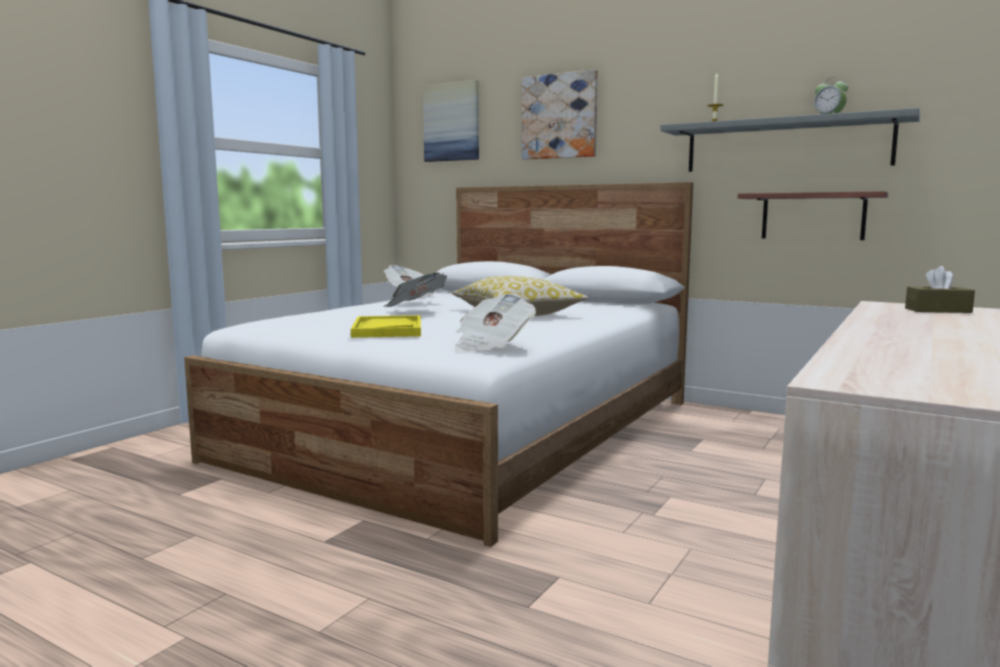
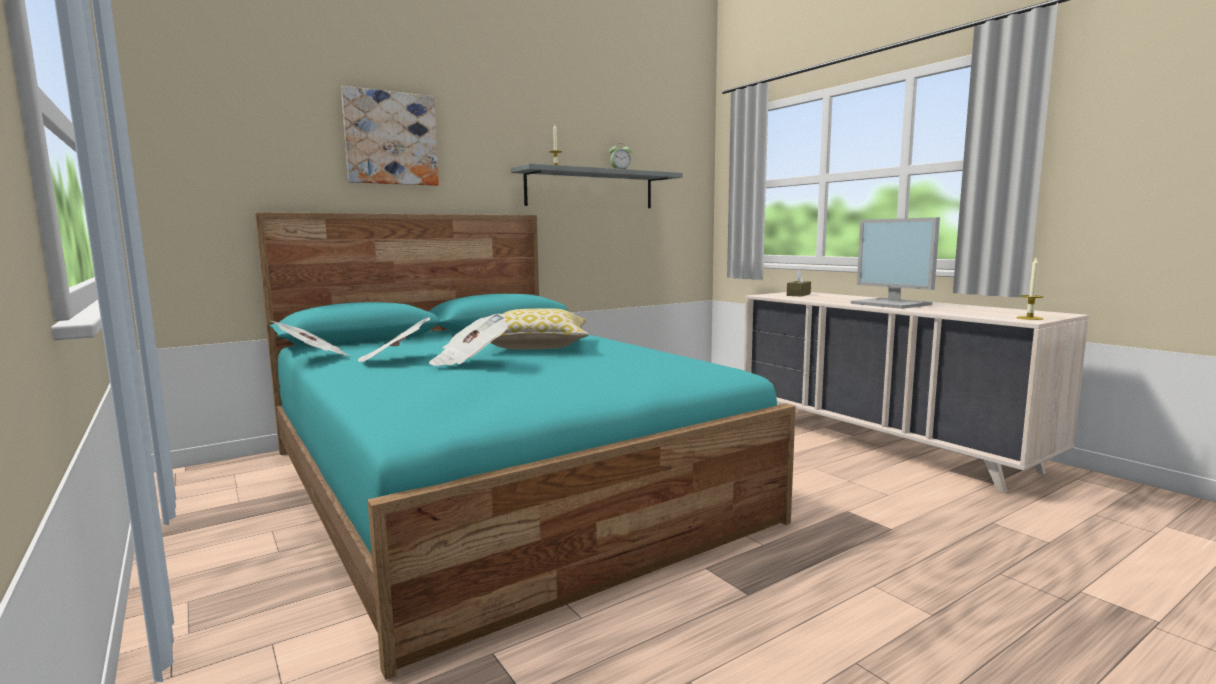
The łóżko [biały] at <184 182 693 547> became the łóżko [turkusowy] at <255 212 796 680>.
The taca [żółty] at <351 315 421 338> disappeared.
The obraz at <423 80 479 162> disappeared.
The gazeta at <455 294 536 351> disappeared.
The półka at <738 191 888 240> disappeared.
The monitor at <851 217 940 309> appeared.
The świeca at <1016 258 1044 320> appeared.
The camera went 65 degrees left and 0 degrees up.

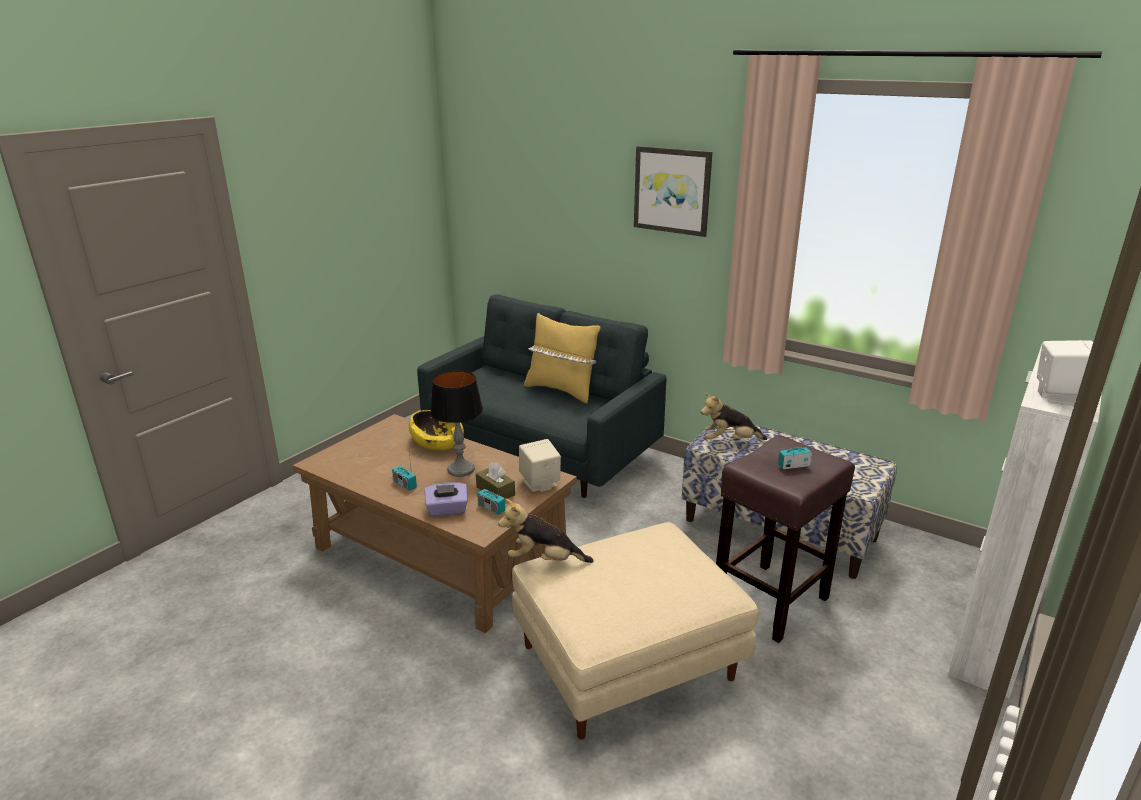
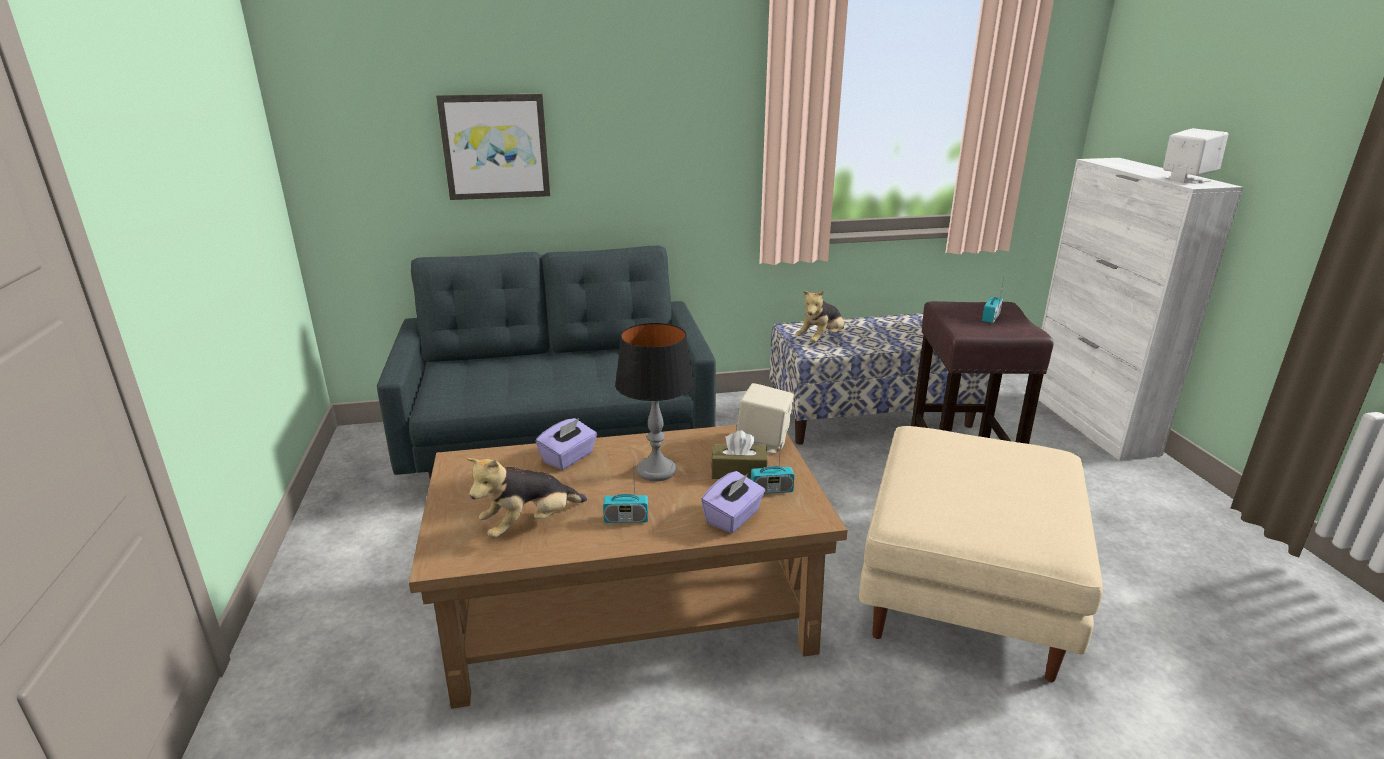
The miska [żółty] at <409 410 464 450> was replaced by the pudełko chusteczek [fioletowy] at <536 418 597 470>.
The pluszak moved from <498 499 594 563> to <466 458 587 538>.
The poduszka [żółty] at <524 313 600 404> disappeared.
The obraz moved from <634 146 712 237> to <436 94 550 200>.
The camera went 45 degrees left and 0 degrees up.

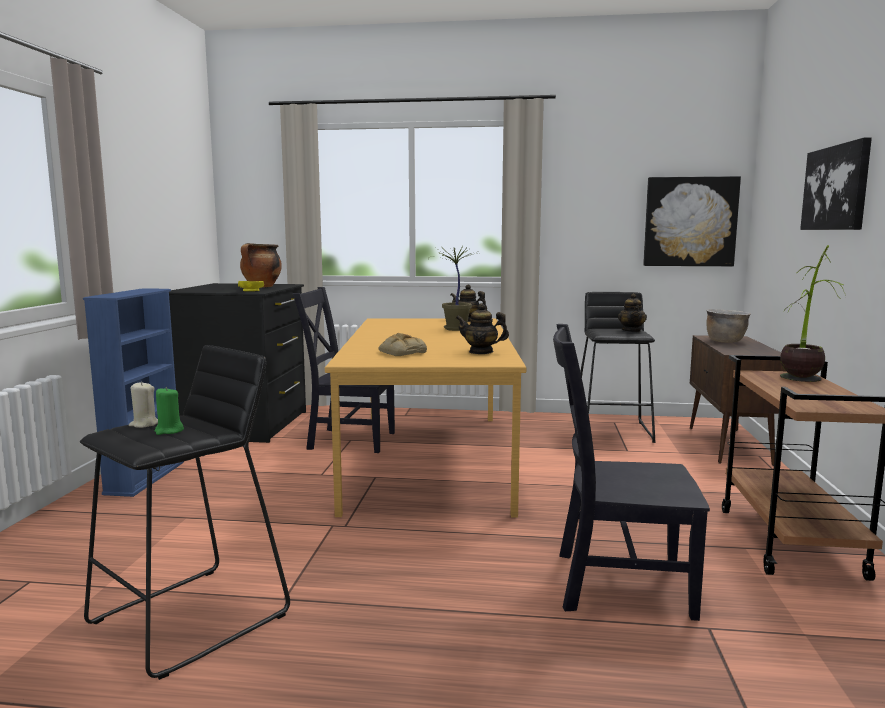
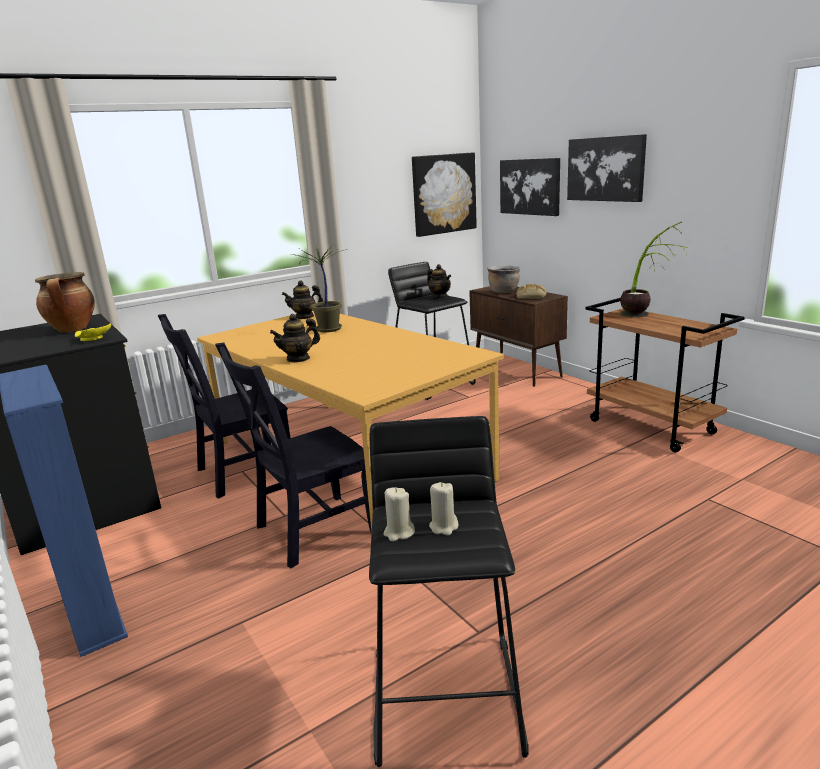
The świeca [zielony] at <154 387 184 435> became the świeca [beżowy] at <429 482 459 535>.
The chleb moved from <379 333 427 356> to <517 284 546 299>.
The imbryk moved from <456 303 509 354> to <270 314 320 363>.
The krzesło [czarny] moved from <553 324 710 621> to <215 343 371 568>.
The obraz at <500 158 560 216> appeared.
The camera went 40 degrees left and 10 degrees up.

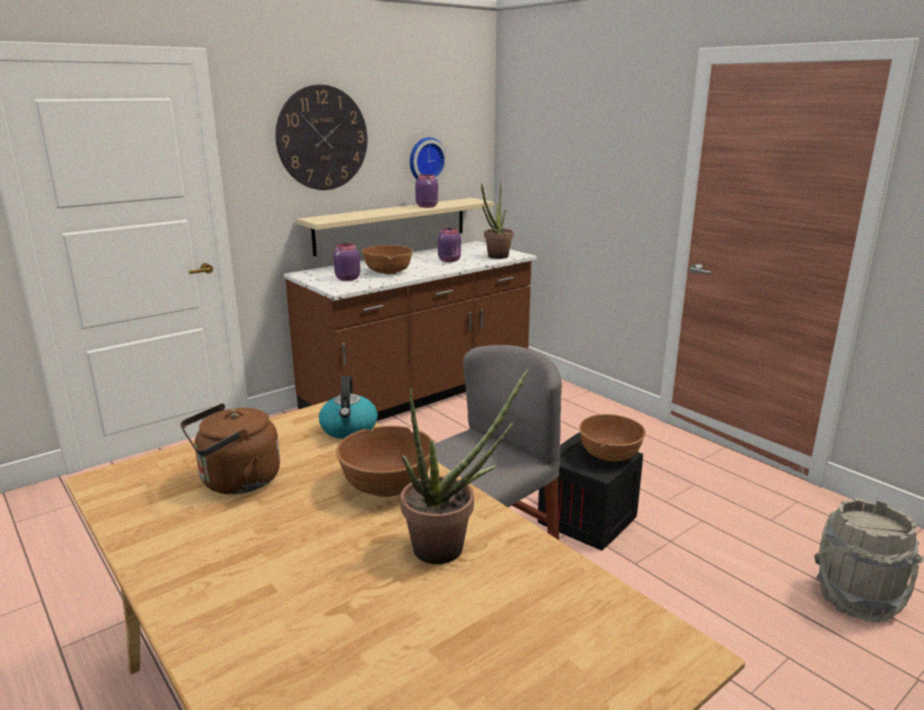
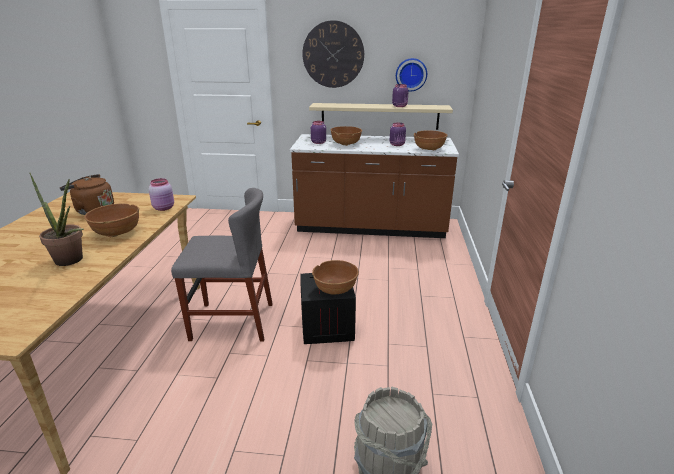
The czajnik at <319 376 378 439> was replaced by the słoik [różowy] at <149 178 174 211>.
The roślina doniczkowa at <481 180 513 259> was replaced by the miska [brązowy] at <414 130 448 150>.
The camera went 45 degrees right and 5 degrees up.

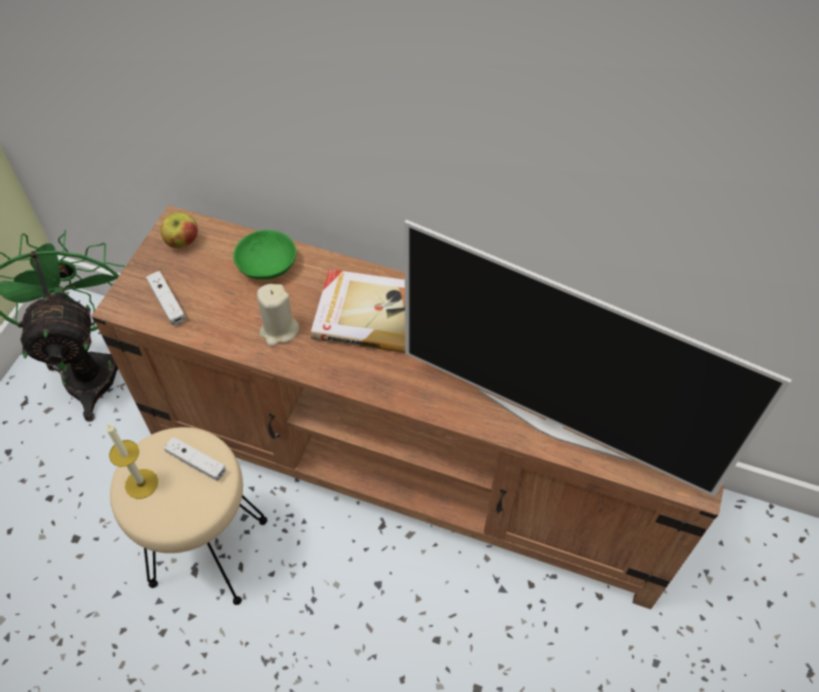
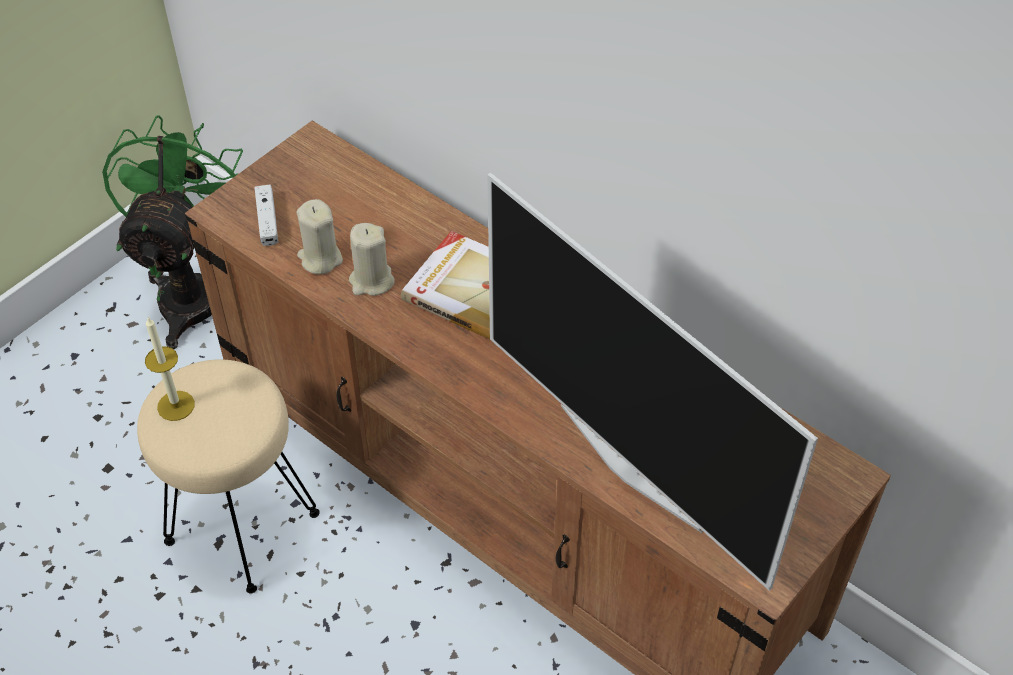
The jabłko at <161 213 198 248> disappeared.
The pad do gier [biały] at <164 437 226 481> disappeared.
The miska [zielony] at <233 230 296 279> disappeared.
The świeca [beżowy] at <297 199 343 275> appeared.
The camera went 20 degrees right and 5 degrees down.

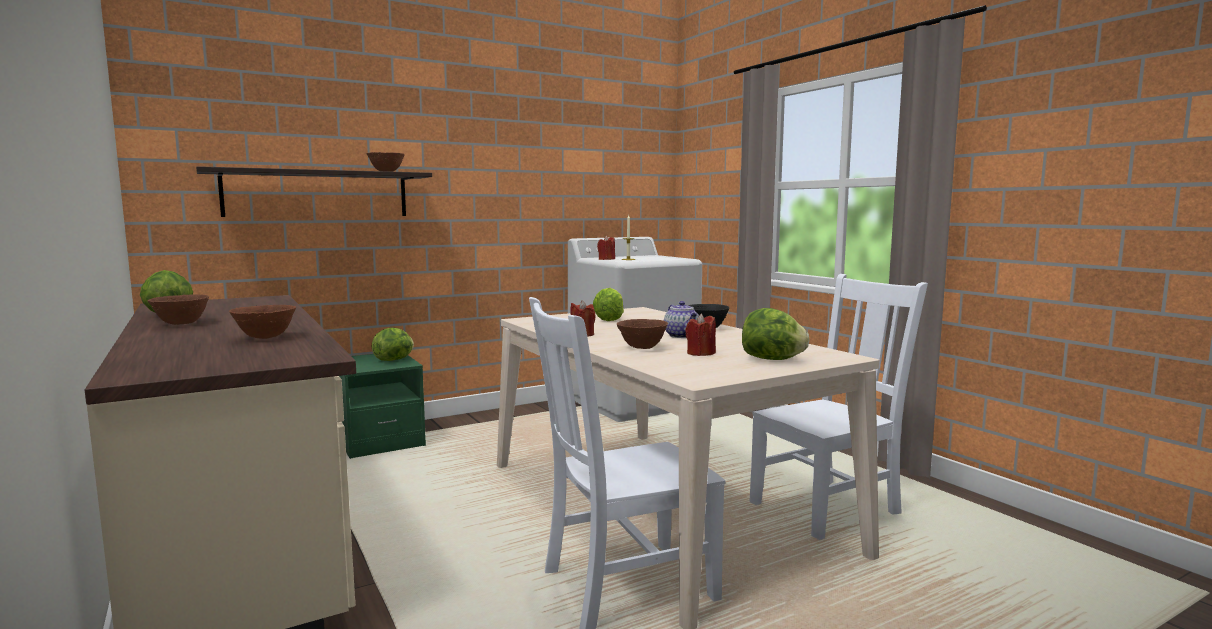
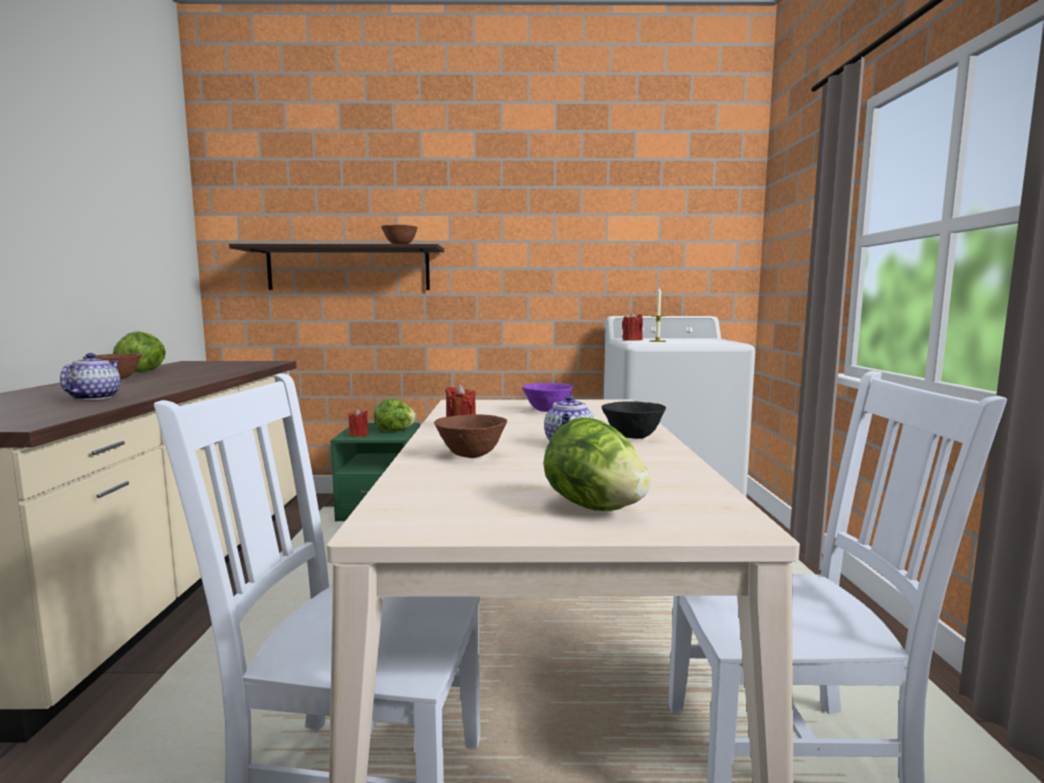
The miska [brązowy] at <229 305 296 339> was replaced by the imbryk at <60 353 120 400>.
The sałata at <593 288 624 321> was replaced by the miska [fioletowy] at <522 383 573 412>.
The świeca [czerwony] moved from <685 314 716 356> to <348 408 368 437>.
The camera went 30 degrees right and 0 degrees up.

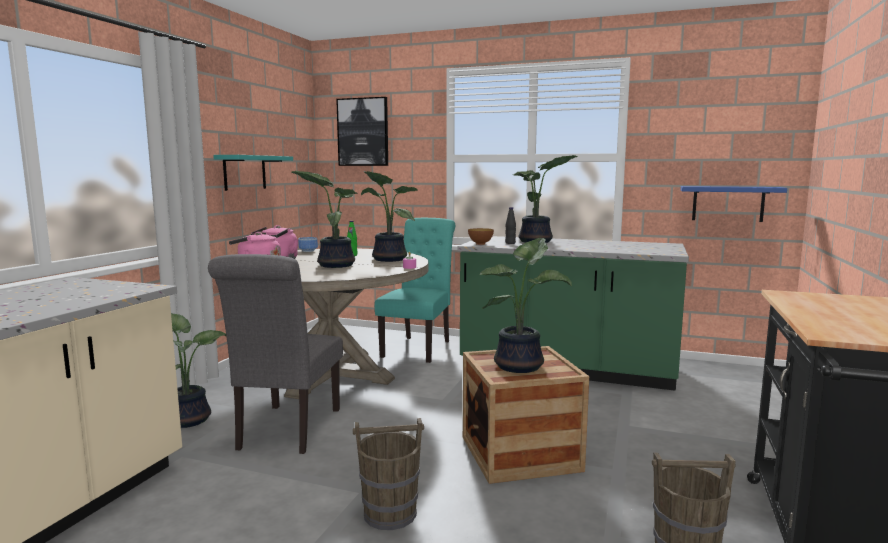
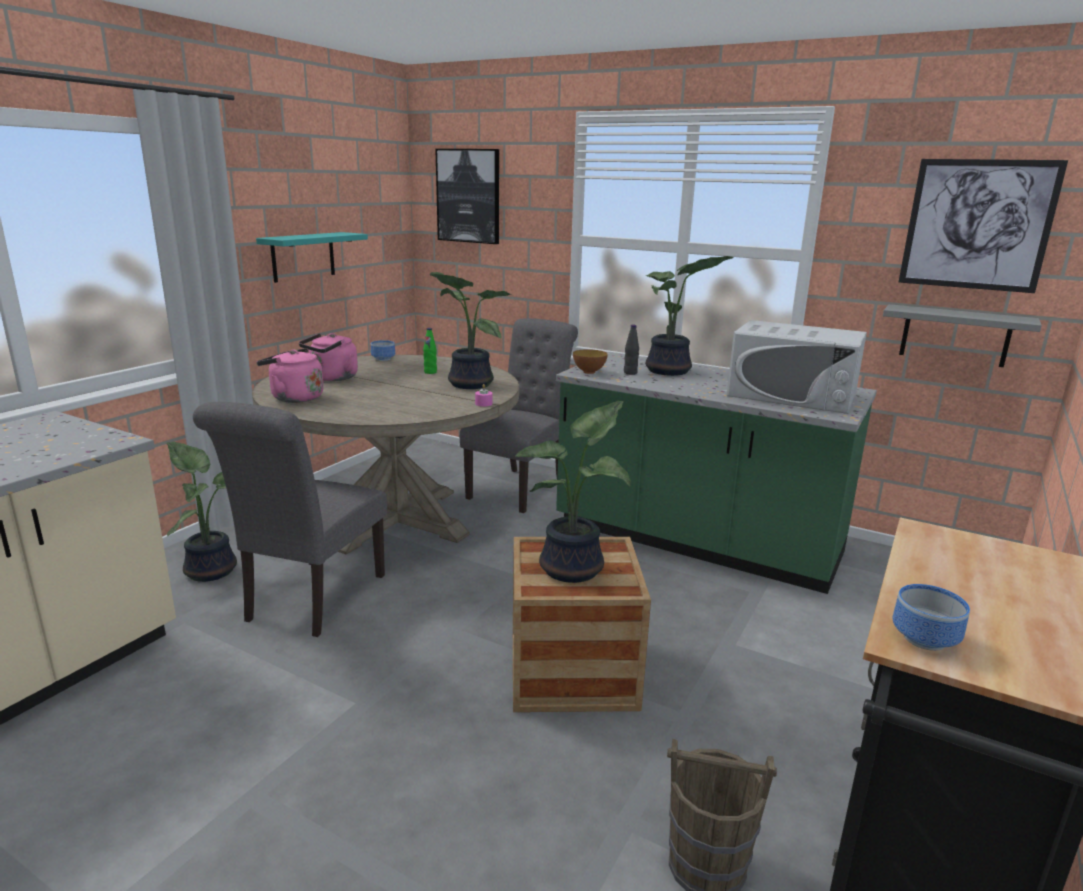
The roślina doniczkowa at <291 171 359 268> disappeared.
The wiadro [brązowy] at <353 418 424 530> disappeared.
The krzesło [turkusowy] at <375 218 455 363> became the krzesło [szary] at <460 318 578 513>.
The półka [niebieski] at <681 186 787 222> became the półka [szary] at <883 304 1042 367>.
The mikrofalówka [biały] at <727 320 867 414> appeared.
The miska at <893 584 970 651> appeared.
The obraz at <899 159 1068 293> appeared.
The camera went 10 degrees right and 10 degrees up.

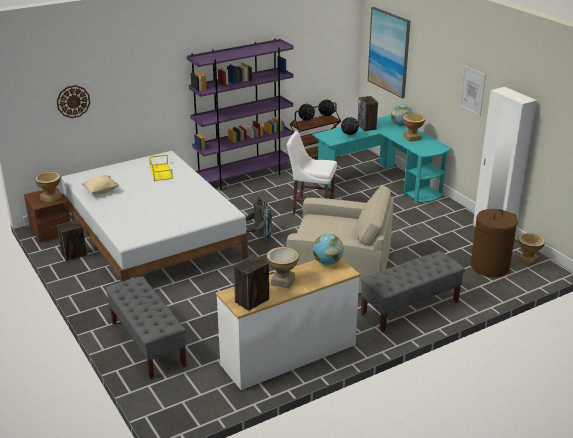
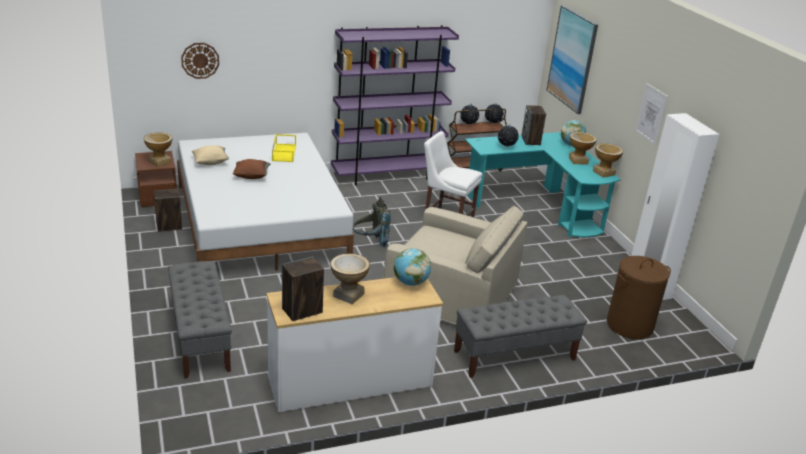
The wazon moved from <517 233 545 267> to <593 143 623 178>.
The poduszka [brązowy] at <233 159 270 179> appeared.
The camera went 10 degrees right and 0 degrees up.

